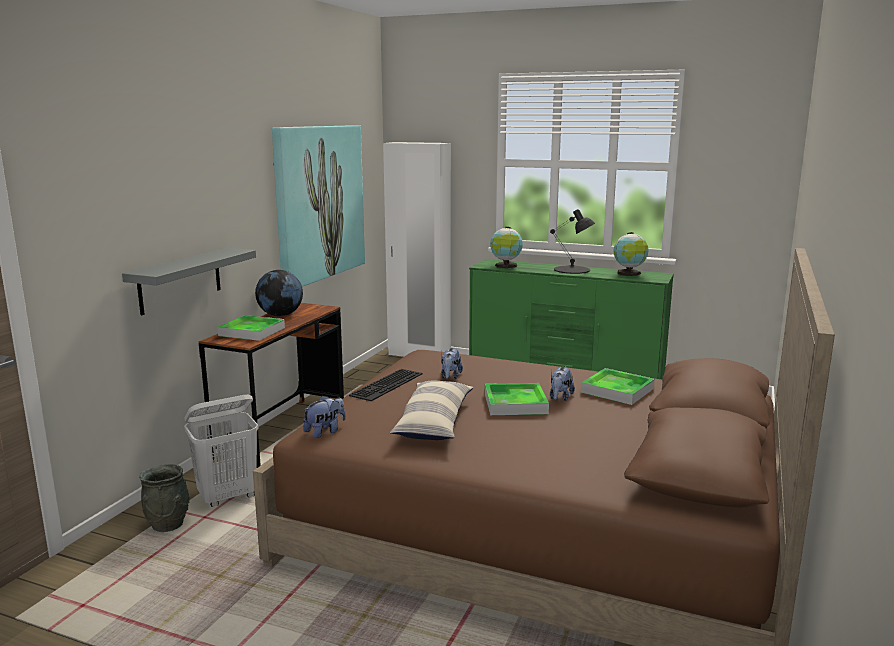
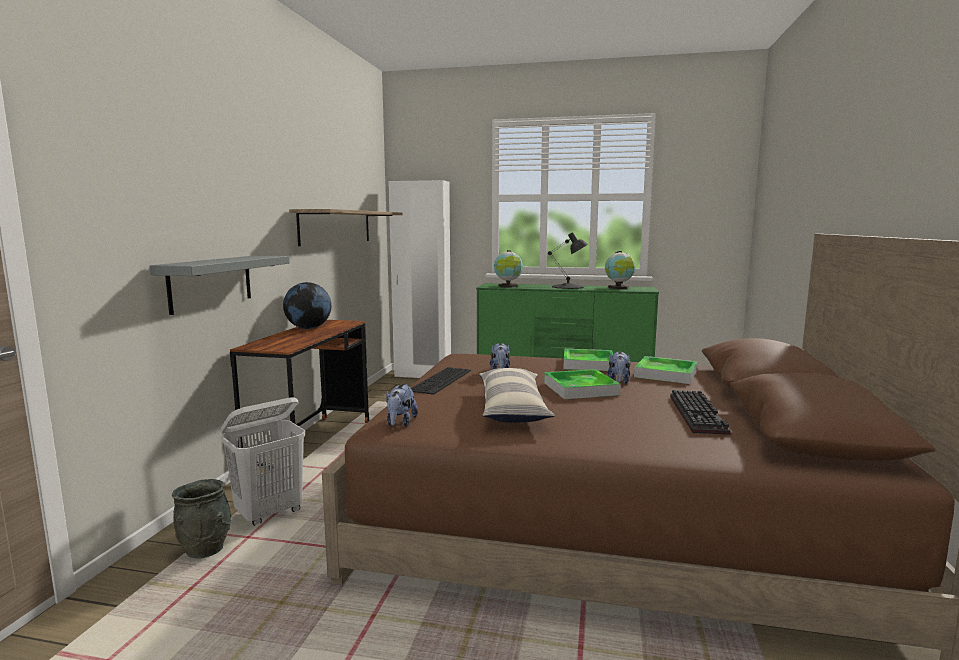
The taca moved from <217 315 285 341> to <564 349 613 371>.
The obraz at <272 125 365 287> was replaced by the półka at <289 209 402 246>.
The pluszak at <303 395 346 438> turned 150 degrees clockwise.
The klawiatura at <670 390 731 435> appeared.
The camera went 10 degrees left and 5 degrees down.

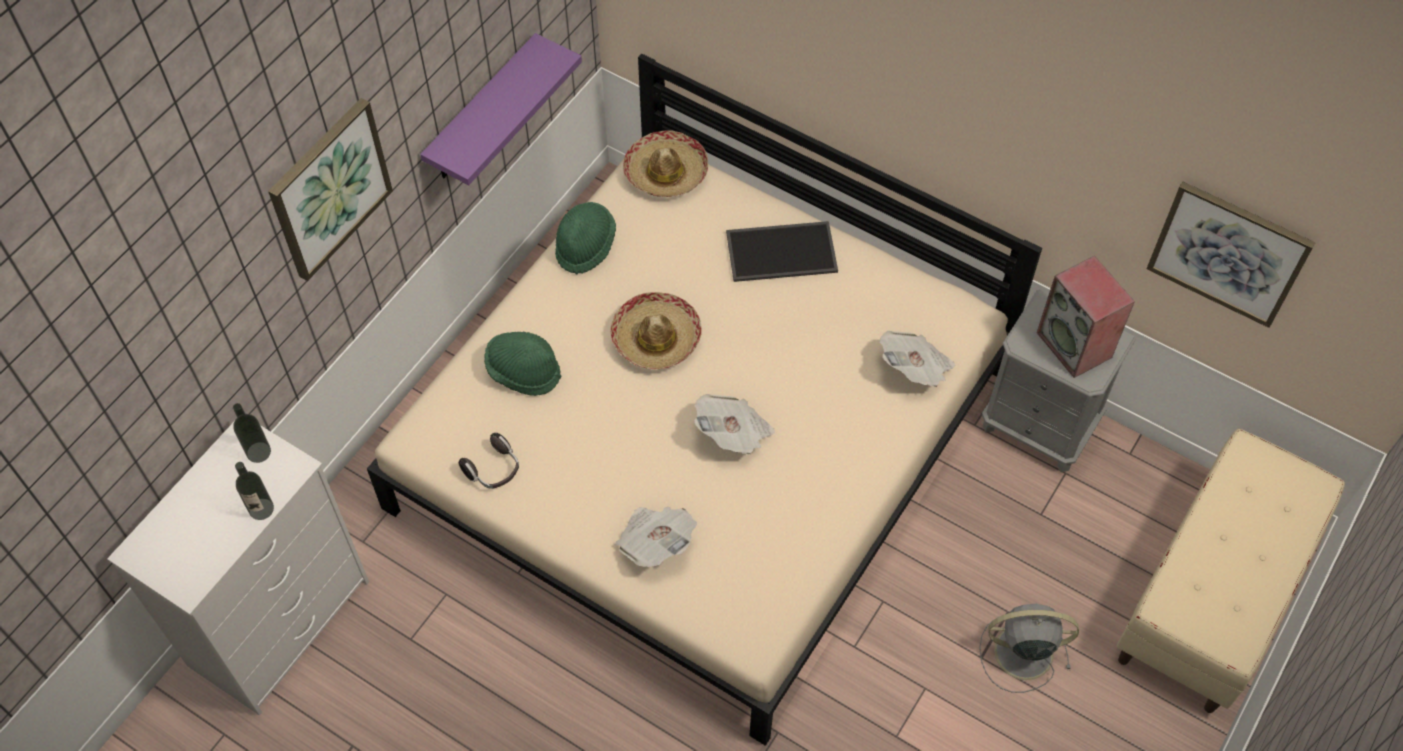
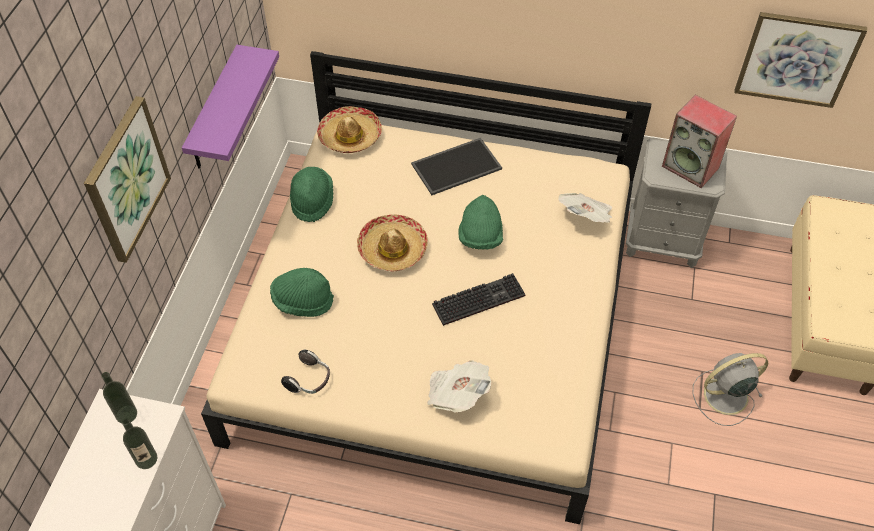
The gazeta at <694 394 775 455> was replaced by the klawiatura at <432 273 526 326>.
The kapelusz [zielony] at <458 195 503 250> appeared.
The camera went 20 degrees left and 5 degrees down.

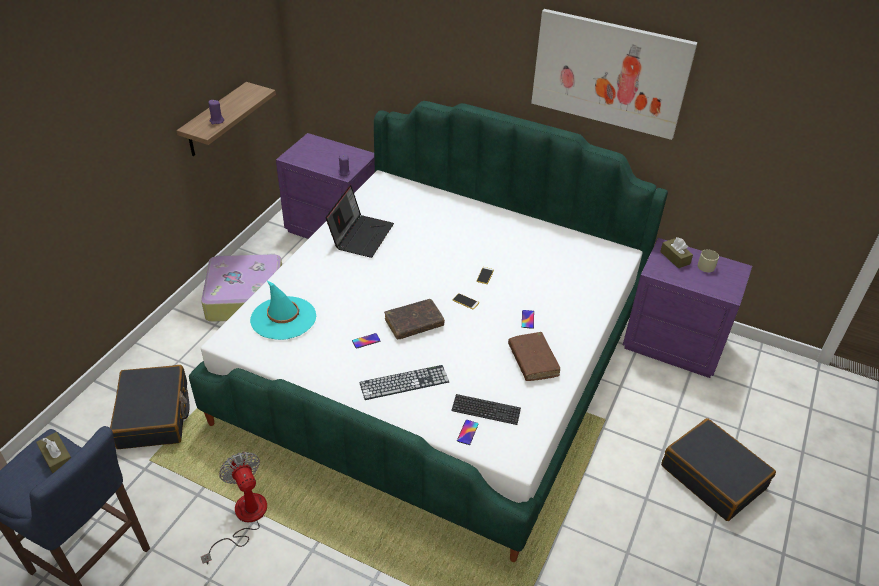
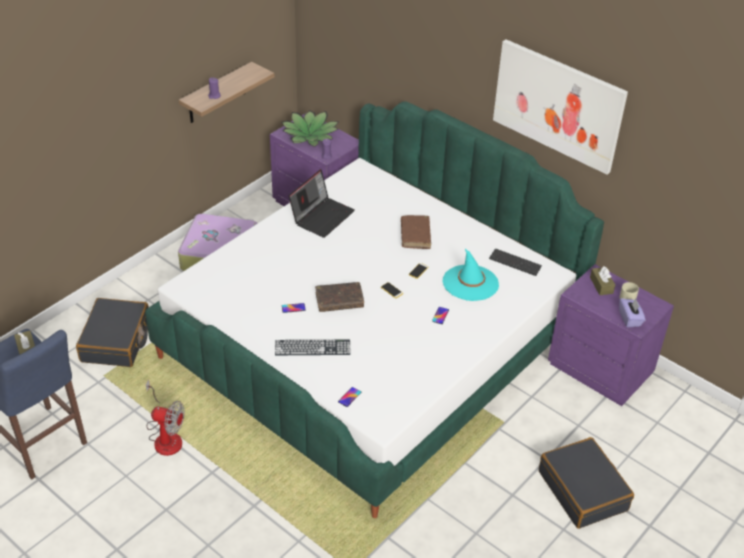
The wentylator at <201 452 267 565> turned 120 degrees clockwise.
The kapelusz [turkusowy] moved from <250 280 316 340> to <443 249 499 301>.
The klawiatura moved from <451 394 521 425> to <489 248 542 276>.
The książka [brązowy] moved from <508 332 560 381> to <401 215 431 249>.
The roślina doniczkowa at <282 110 338 147> appeared.
The pudełko chusteczek [fioletowy] at <619 298 645 328> appeared.
The camera went 15 degrees right and 0 degrees up.

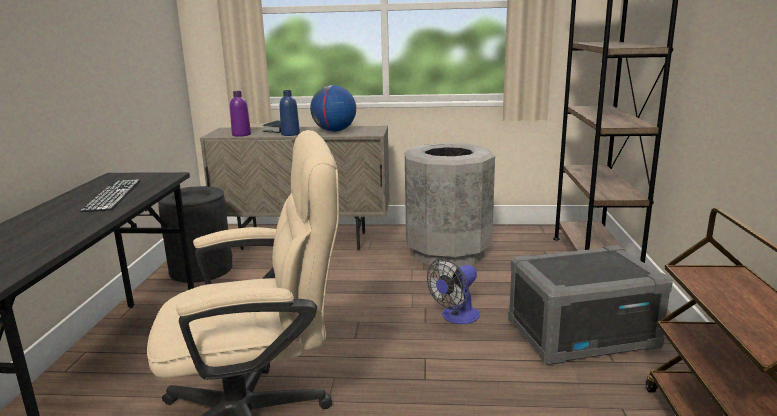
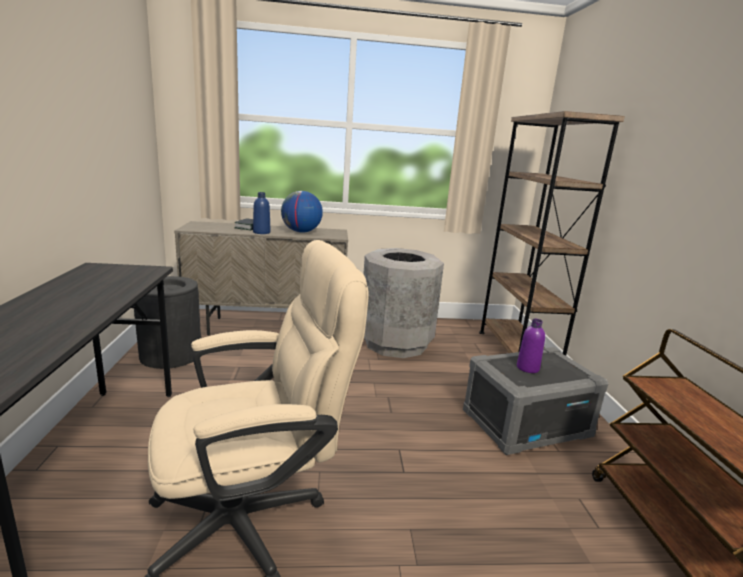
The klawiatura at <79 180 141 212> disappeared.
The butelka [fioletowy] moved from <230 91 251 137> to <517 319 545 373>.
The wentylator at <427 259 480 324> disappeared.
The camera went 10 degrees left and 0 degrees up.

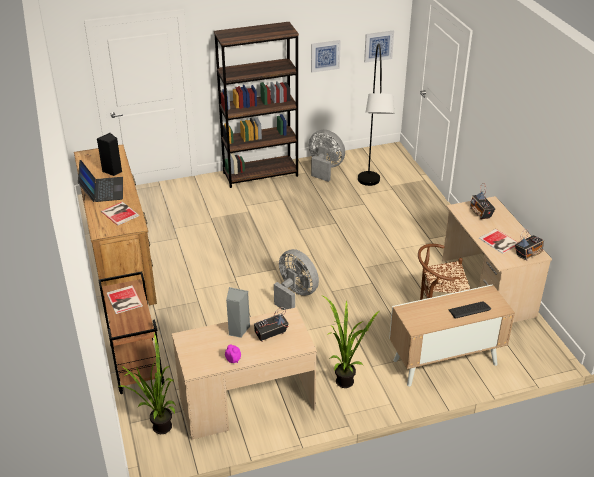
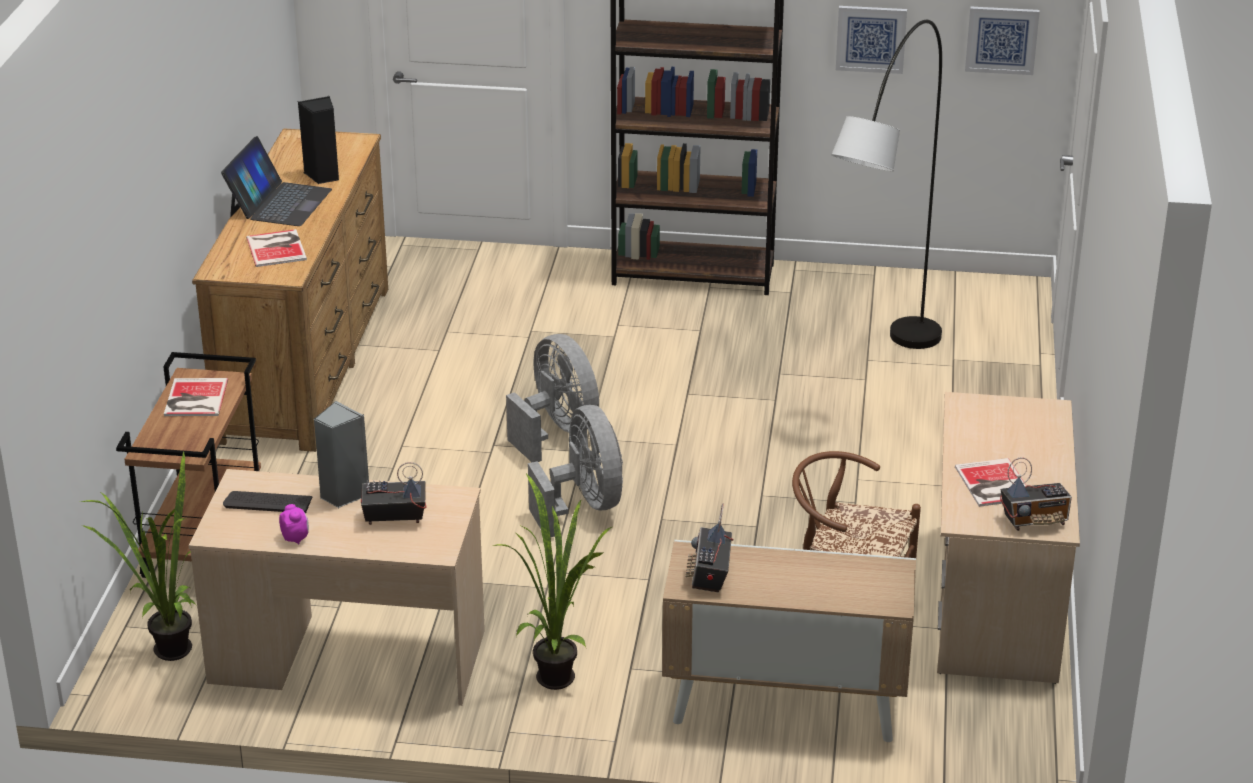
The wentylator [szary] moved from <309 130 345 182> to <506 334 599 462>.
The klawiatura moved from <449 301 491 319> to <223 491 313 513>.
The radio moved from <470 183 496 219> to <686 503 734 593>.
The camera went 25 degrees right and 5 degrees down.

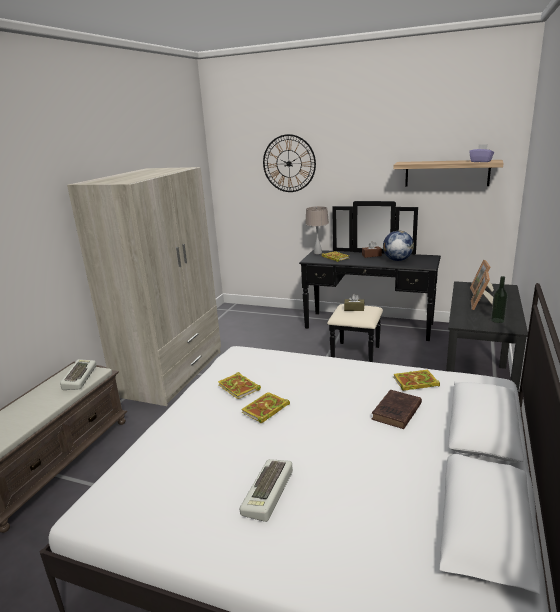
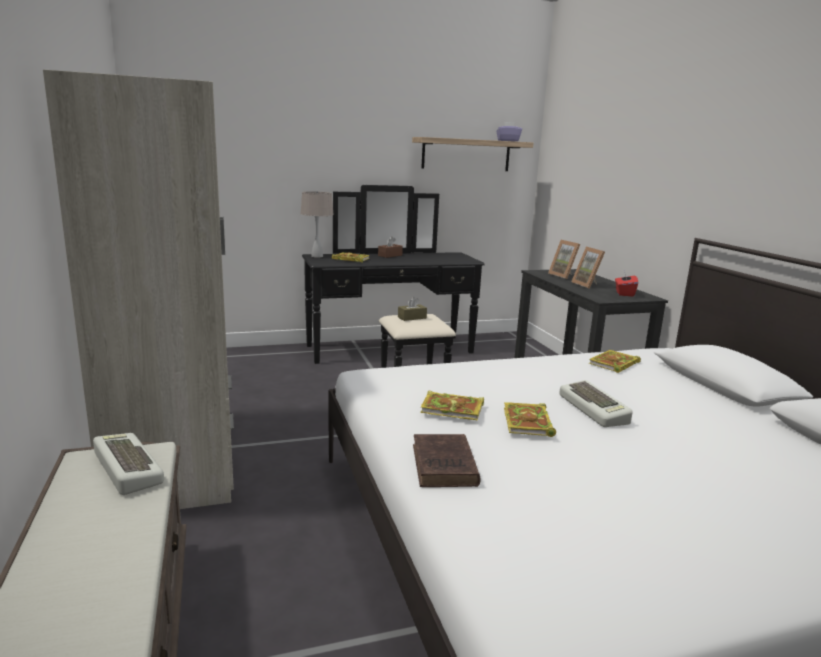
The klawiatura moved from <240 459 293 522> to <560 380 633 427>.
The zegar ścienny at <263 134 316 192> disappeared.
The książka [brązowy] moved from <372 390 422 429> to <413 434 481 487>.
The globus at <383 231 414 261> disappeared.
The butelka at <491 276 508 323> was replaced by the pudełko chusteczek [czerwony] at <615 270 638 297>.
The camera went 40 degrees left and 5 degrees down.

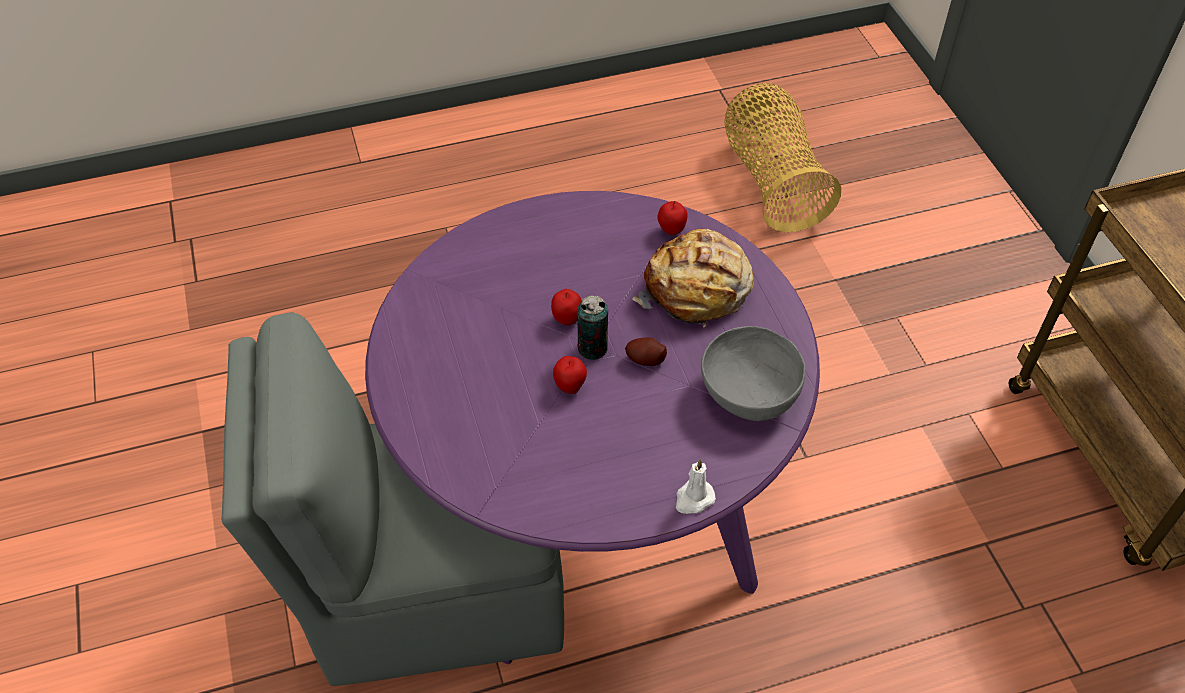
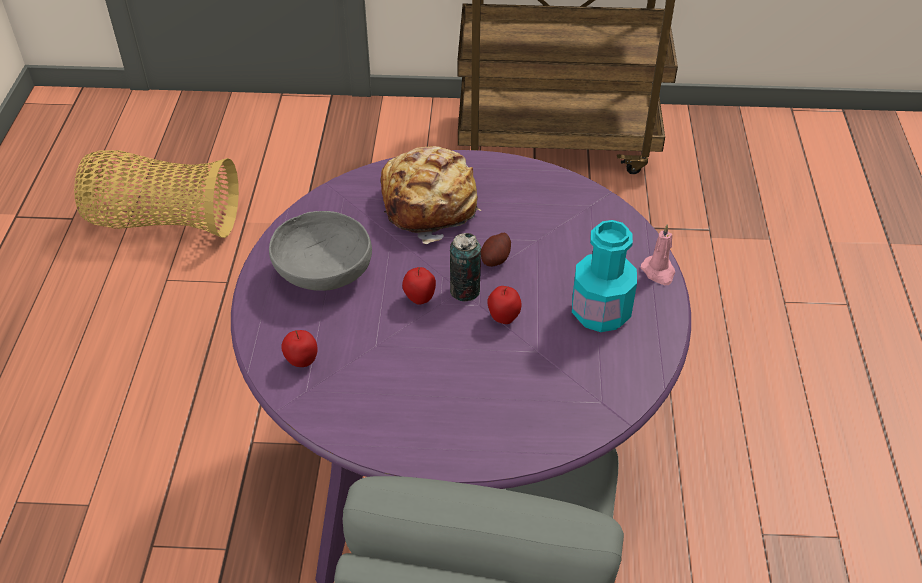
The jabłko moved from <658 201 688 235> to <281 330 318 367>.
The świeca [biały] at <676 459 716 514> became the świeca [różowy] at <641 224 675 285>.
The miska [szary] moved from <701 326 805 421> to <269 211 372 291>.
The butelka [turkusowy] at <572 220 637 332> appeared.
The camera went 70 degrees left and 5 degrees down.

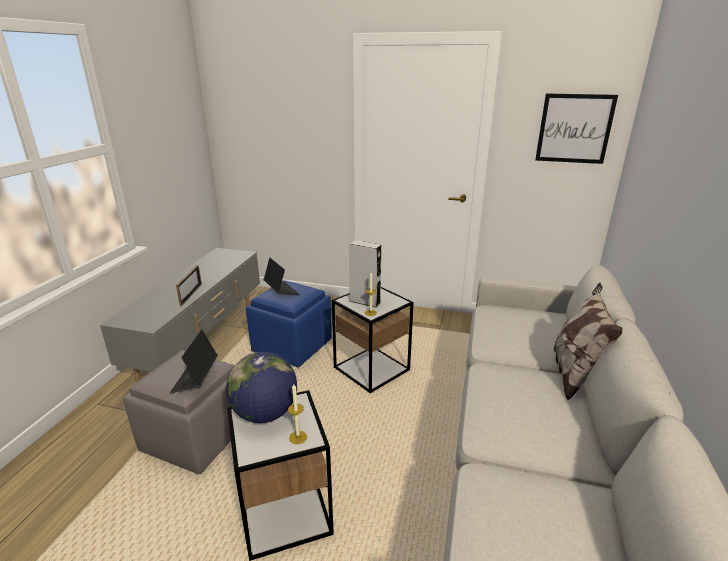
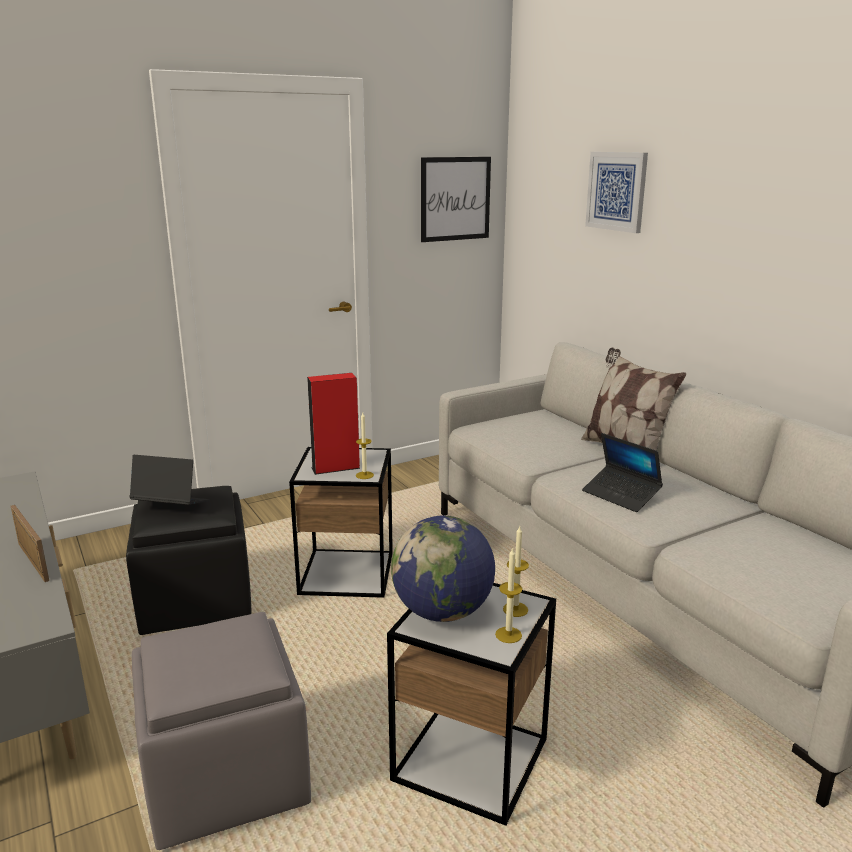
The laptop moved from <170 330 218 394> to <582 433 663 512>.
The pufa [niebieski] at <246 280 332 367> became the pufa [czarny] at <126 486 251 635>.
The głośnik [szary] at <349 240 381 308> became the głośnik [czerwony] at <307 373 361 475>.
The świeca at <495 547 522 643> appeared.
The obraz at <585 152 648 233> appeared.
The camera went 45 degrees left and 5 degrees down.

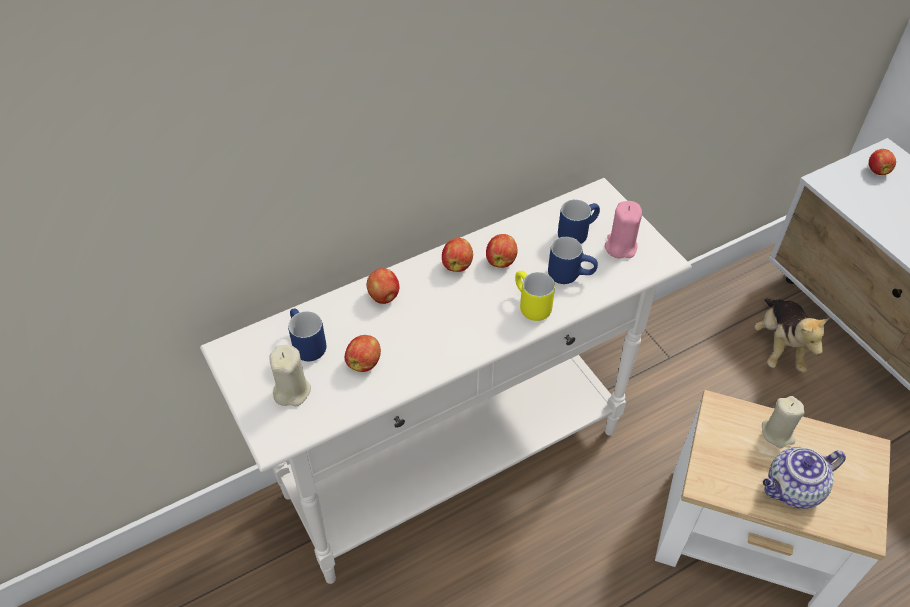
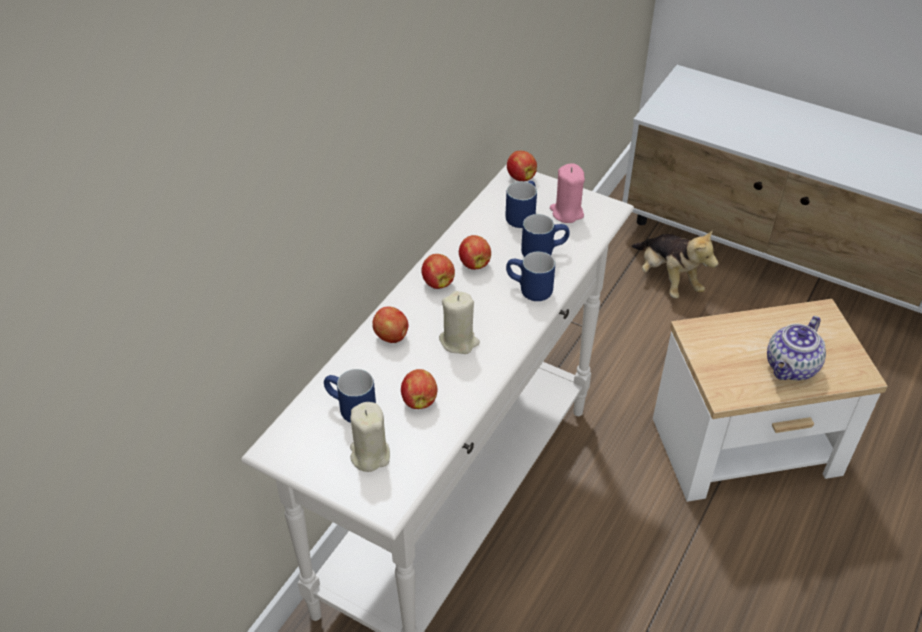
The kubek [żółty] at <515 271 555 321> became the kubek [niebieski] at <506 252 555 301>.
The świeca [beżowy] moved from <762 396 805 448> to <439 291 480 354>.
The jabłko moved from <869 149 896 175> to <507 151 537 181>.
The camera went 30 degrees left and 5 degrees down.

